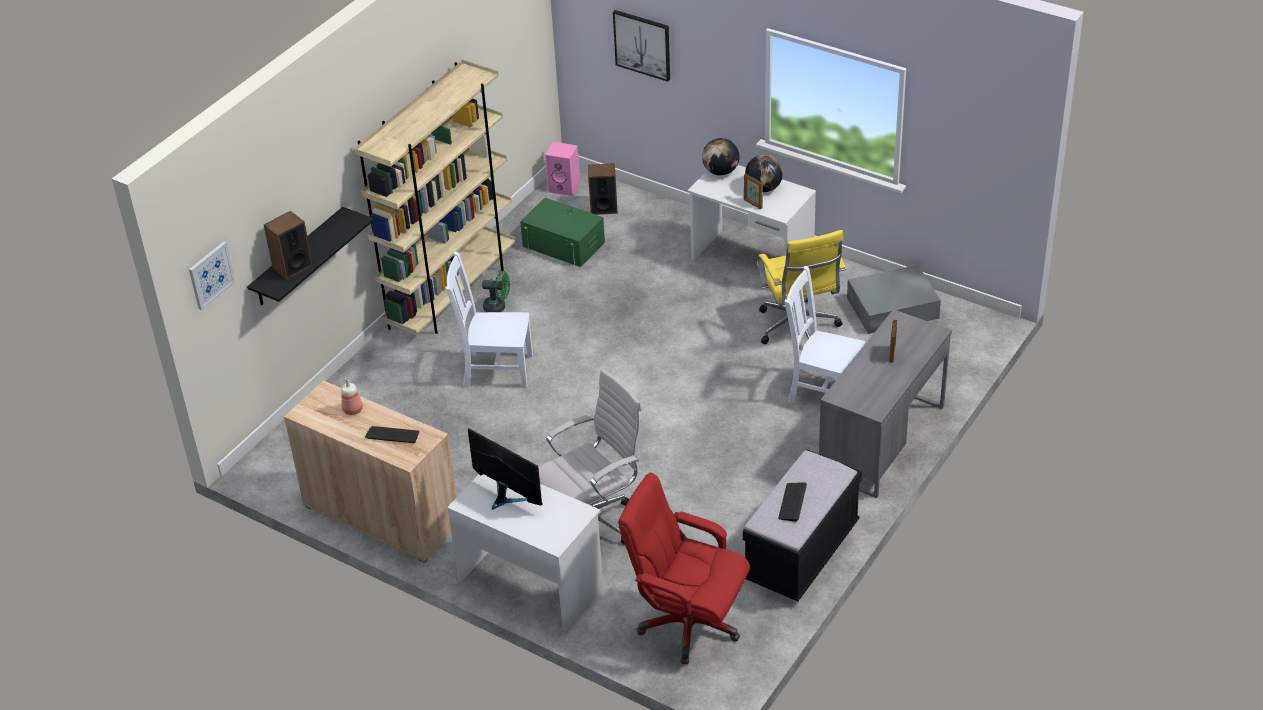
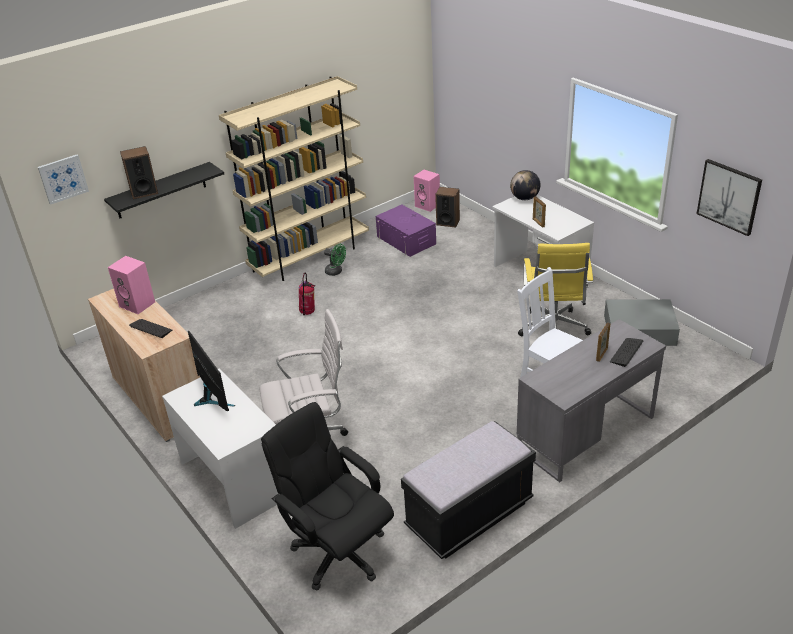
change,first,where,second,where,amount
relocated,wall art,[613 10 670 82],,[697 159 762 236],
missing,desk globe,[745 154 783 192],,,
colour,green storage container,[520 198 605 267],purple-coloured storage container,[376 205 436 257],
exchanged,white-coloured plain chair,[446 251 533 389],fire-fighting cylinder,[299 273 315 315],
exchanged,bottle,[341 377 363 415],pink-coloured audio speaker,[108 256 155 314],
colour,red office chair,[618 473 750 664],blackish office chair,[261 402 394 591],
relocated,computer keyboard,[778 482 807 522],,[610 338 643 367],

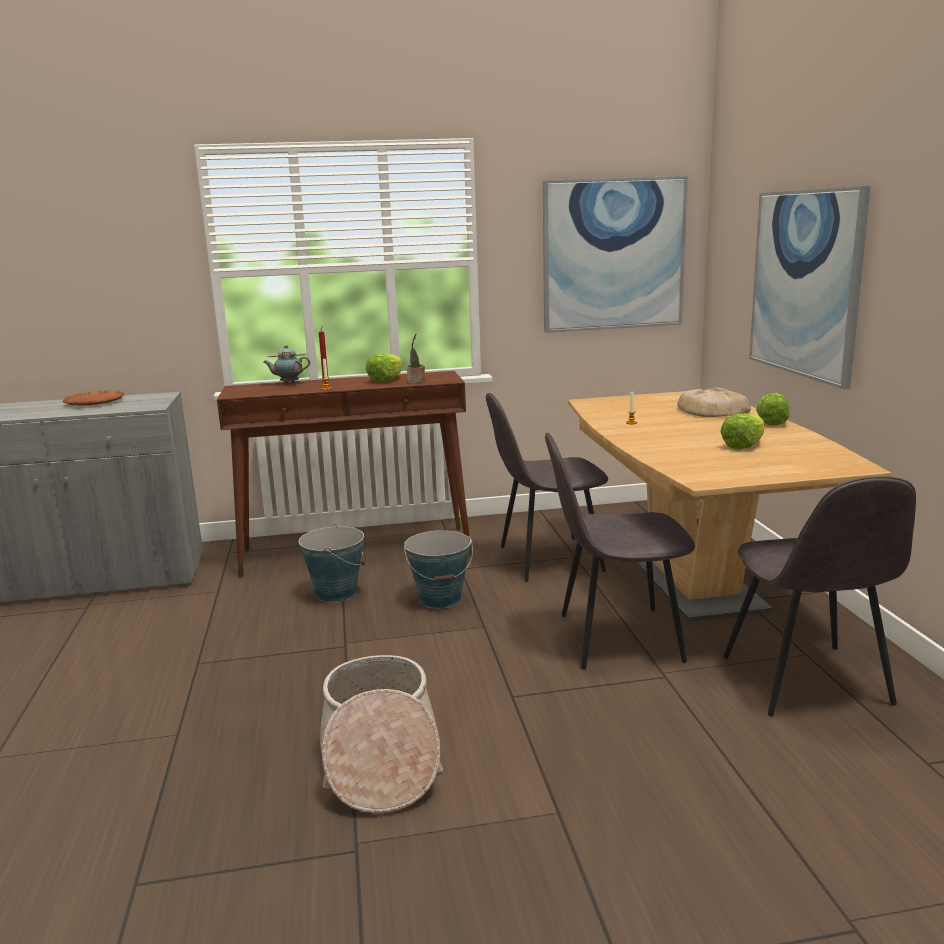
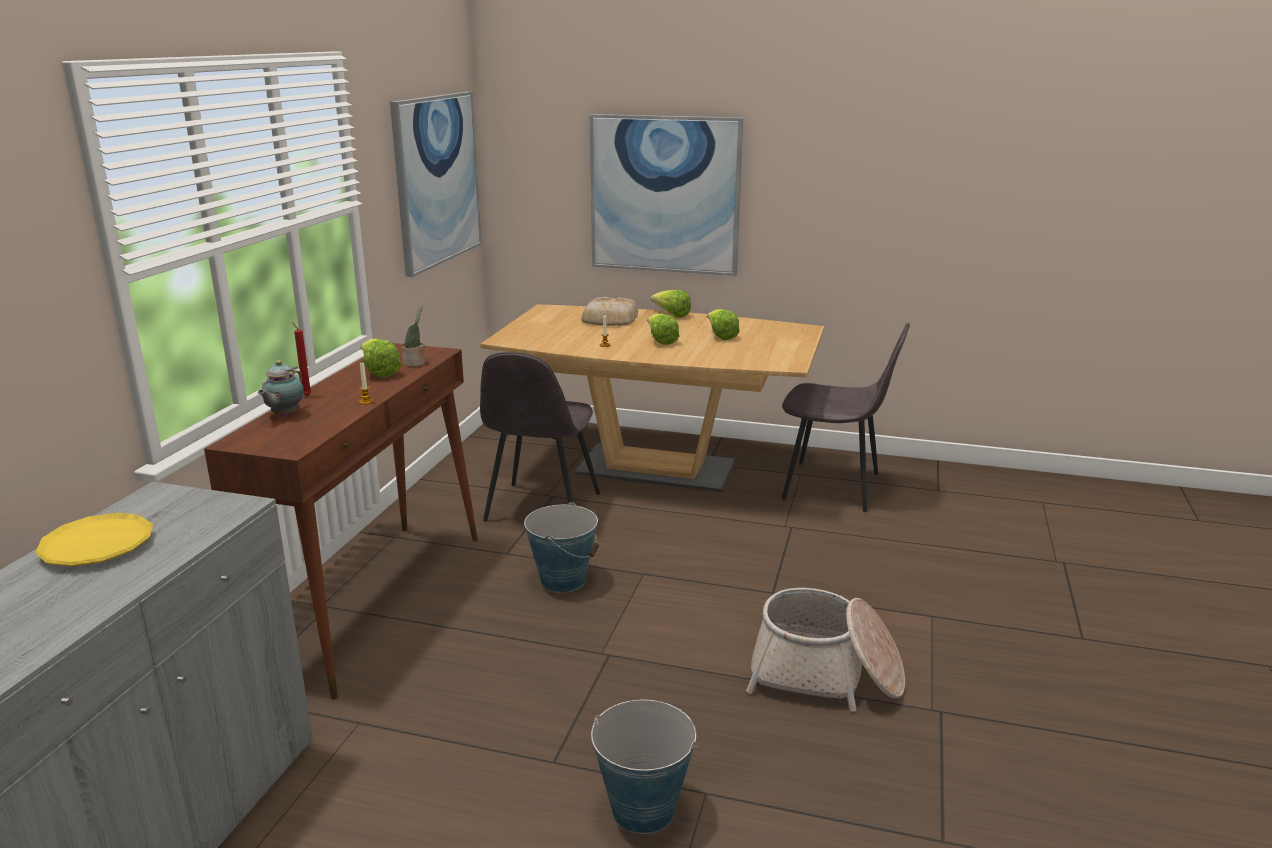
change,first,where,second,where,amount
colour,brown-coloured dinner plate,[63 390 124 406],yellow-coloured dinner plate,[35 513 153 567],
missing,gray plain chair,[545 433 695 670],,,
relocated,bucket,[299 524 366 602],,[591 700 699 834],
appeared,,,lettuce head,[647 314 679 345],

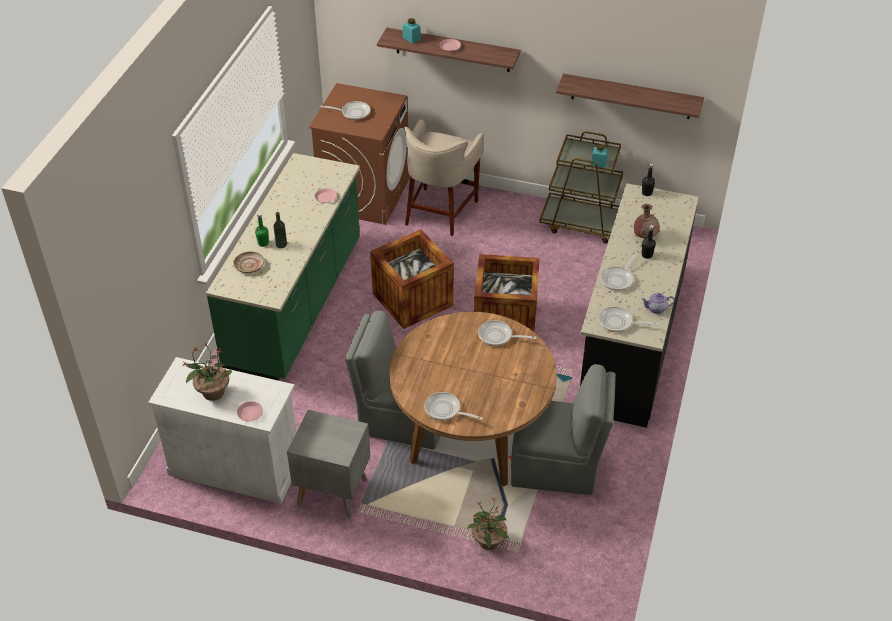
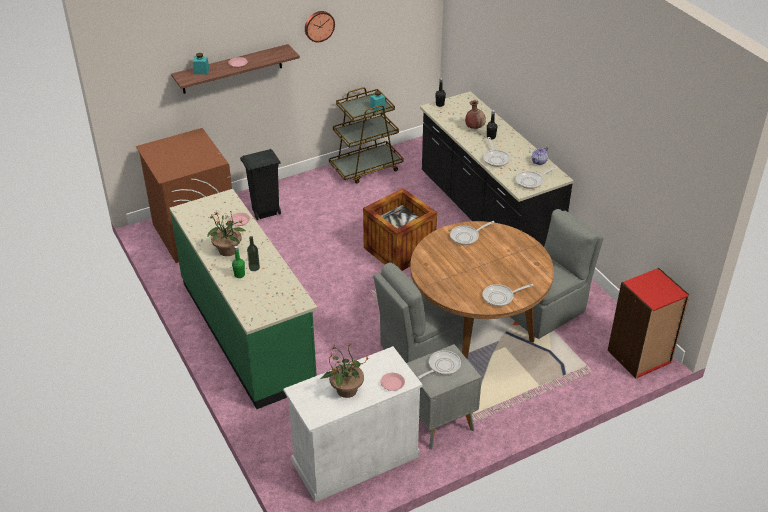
change,first,where,second,where,amount
missing,wall shelf,[556 74 704 119],,,
relocated,pan,[320 101 370 120],,[417 350 461 379],
exchanged,sand-coloured stool,[405 119 484 236],blackish trash can,[240 149 281 220],
missing,packing crate,[370 229 454 329],,,
missing,sand-coloured dinner plate,[233 251 264 273],,,
relocated,potted plant,[467 497 509 550],,[207 211 246 256],
appeared,,,clock on the wall,[305 11 335 42],
appeared,,,red shelving unit,[608 268 690 379],

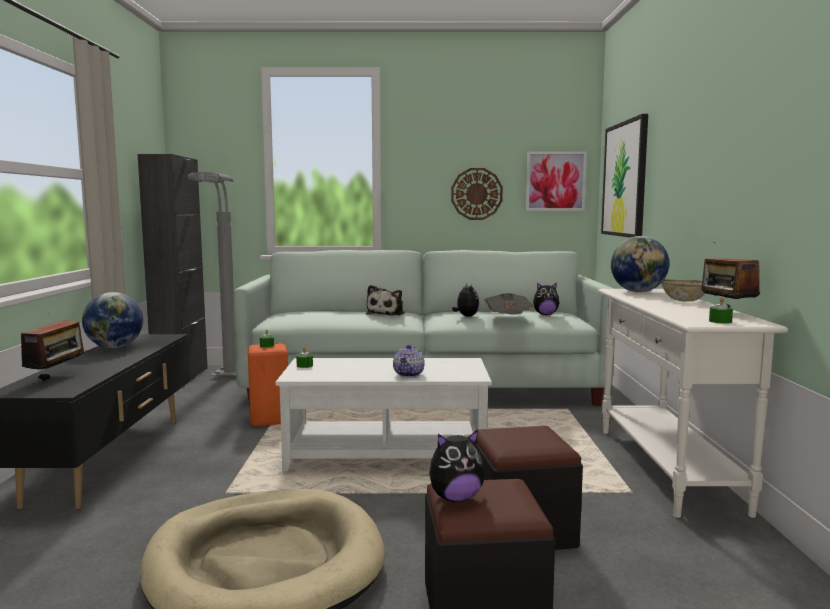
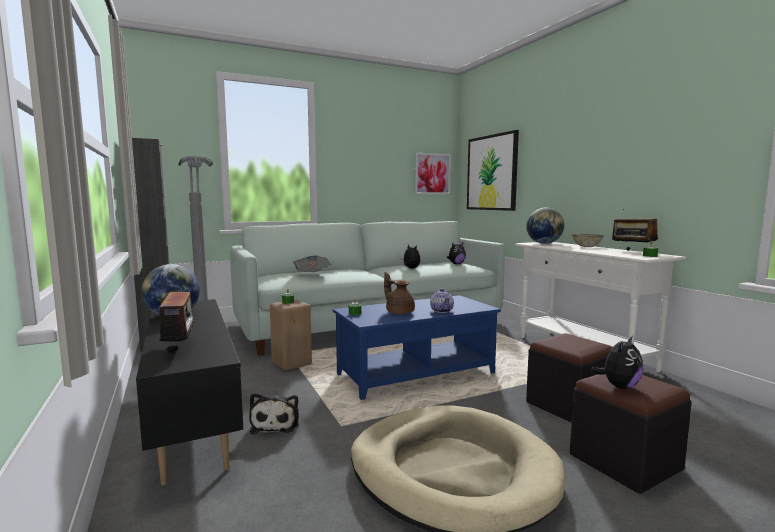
change,first,where,second,where,amount
missing,clock on the wall,[451 168 503 220],,,
relocated,soft toy,[366 285 405 316],,[249 393 299 434],
relocated,newspaper,[484 293 533 315],,[293 255 331 272],
colour,orange stool,[248 343 288 426],sand-coloured stool,[270 300 312 370],
colour,white-coloured lounge table,[276 358 492 471],blue lounge table,[333 295 501 400],
appeared,,,brown-coloured pot for tea,[384 272 415 314],

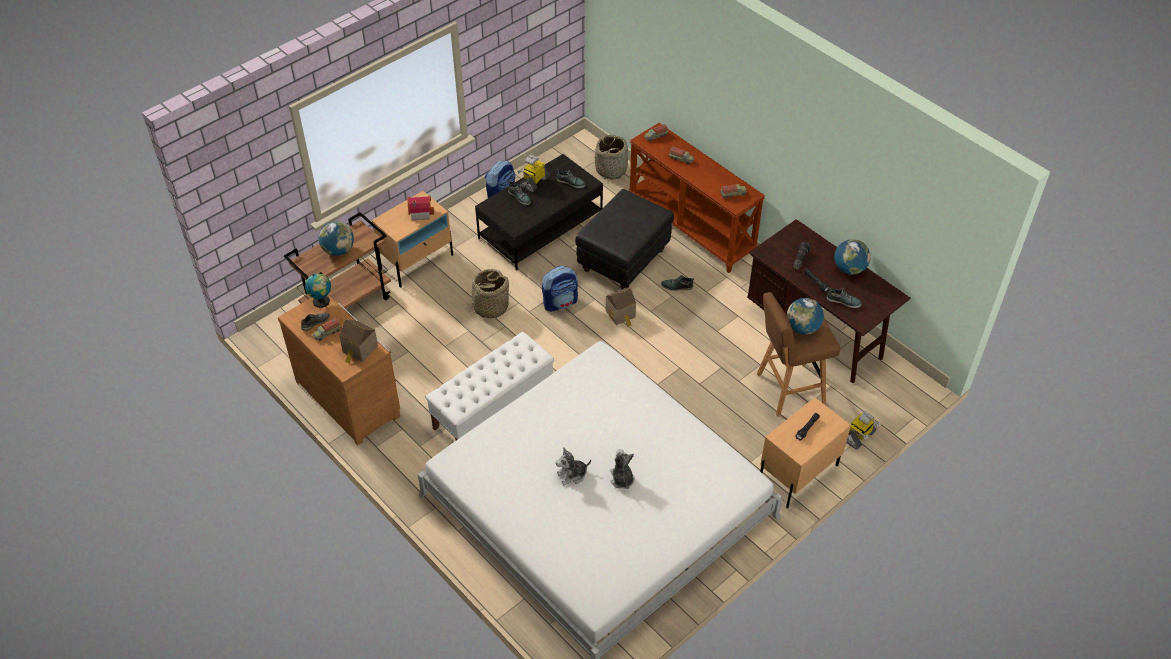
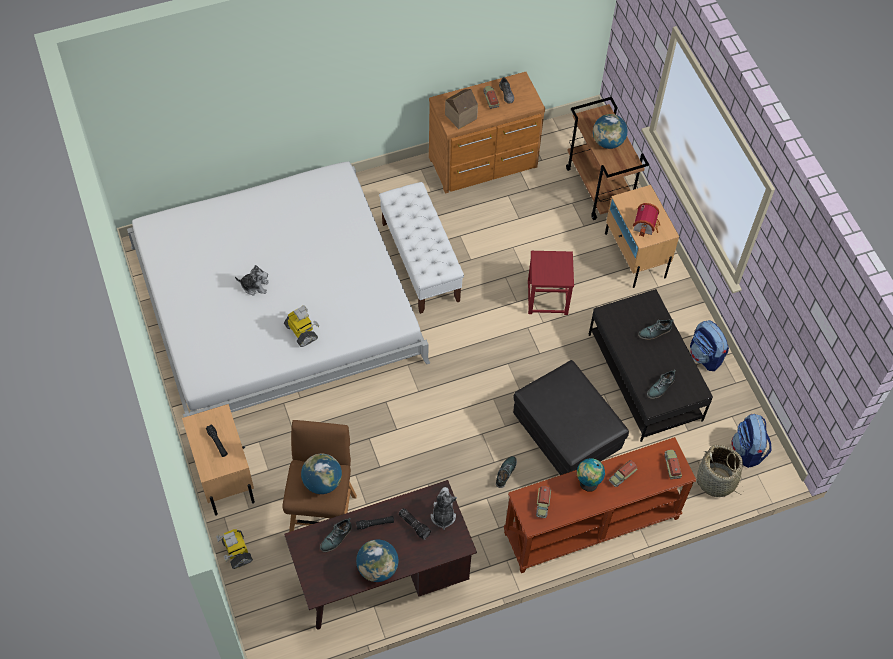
change,first,where,second,where,amount
relocated,robot figure,[518 155 550 192],,[284 305 319 347],
relocated,backpack,[542 266 578 312],,[731 414 772 468],
exchanged,basket,[467 269 509 318],red stool,[528 251 574 315],
relocated,desk globe,[305 273 331 308],,[577 458 605 492],
missing,miniature house,[606 288 636 327],,,
relocated,soft toy,[555 448 591 486],,[431 487 457 530],

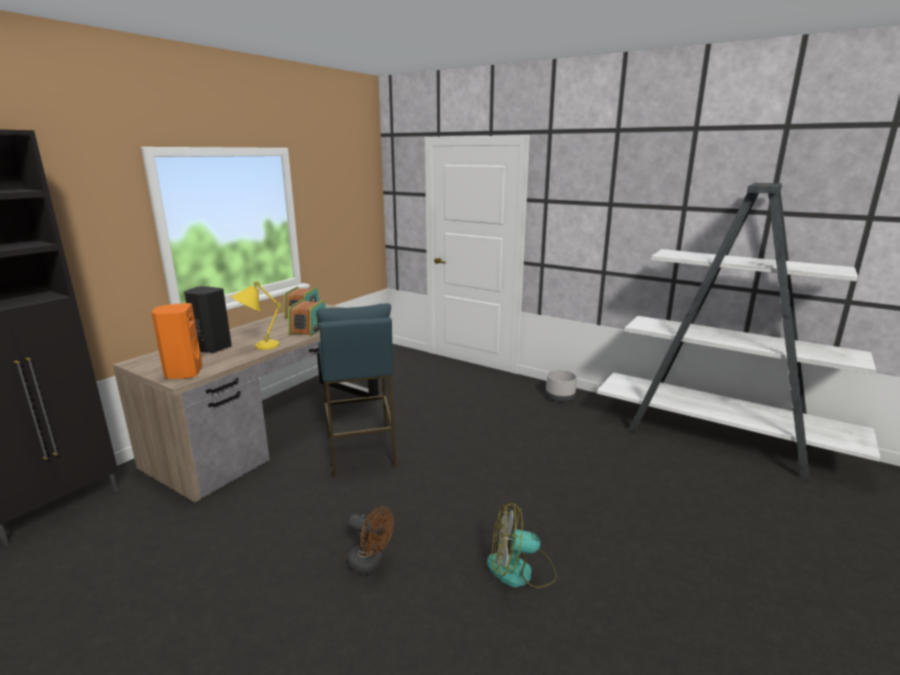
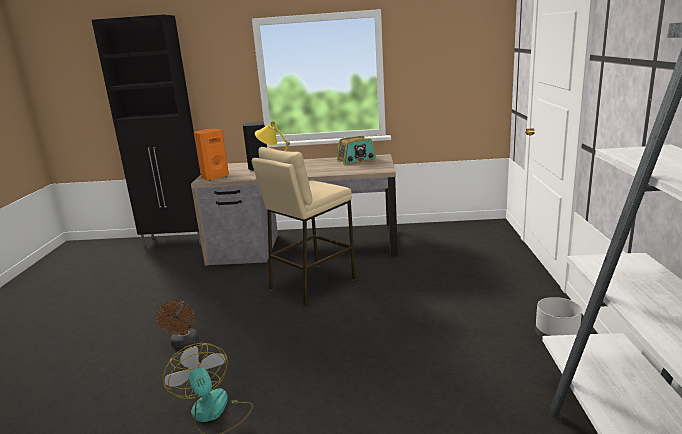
change,first,where,second,where,amount
missing,radio set,[288 299 326 337],,,
colour,blue stool,[317 303 397 477],sand-coloured stool,[252 147 356 306],

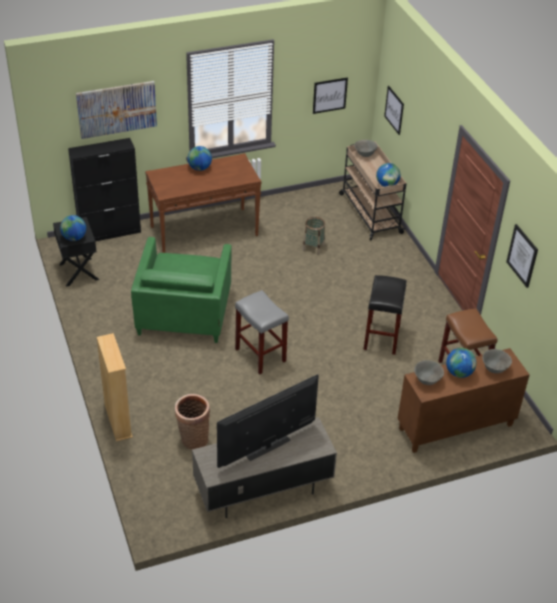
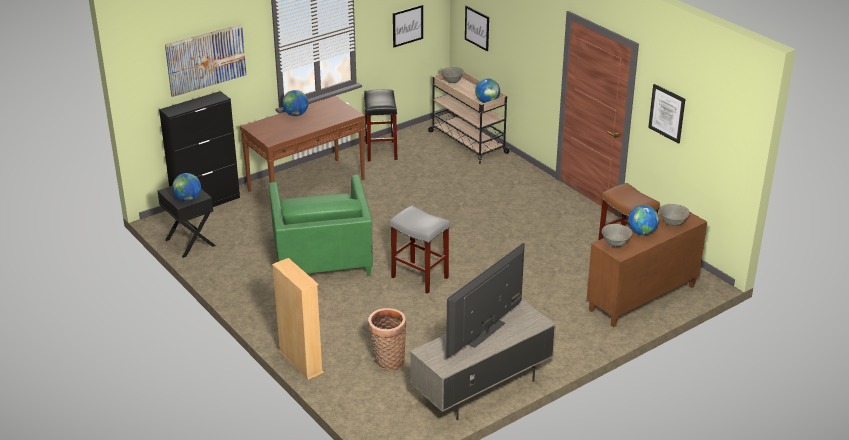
change,first,where,second,where,amount
missing,basket,[302 217 325 255],,,
relocated,blackish stool,[364 275 406 355],,[364 89 398 161],

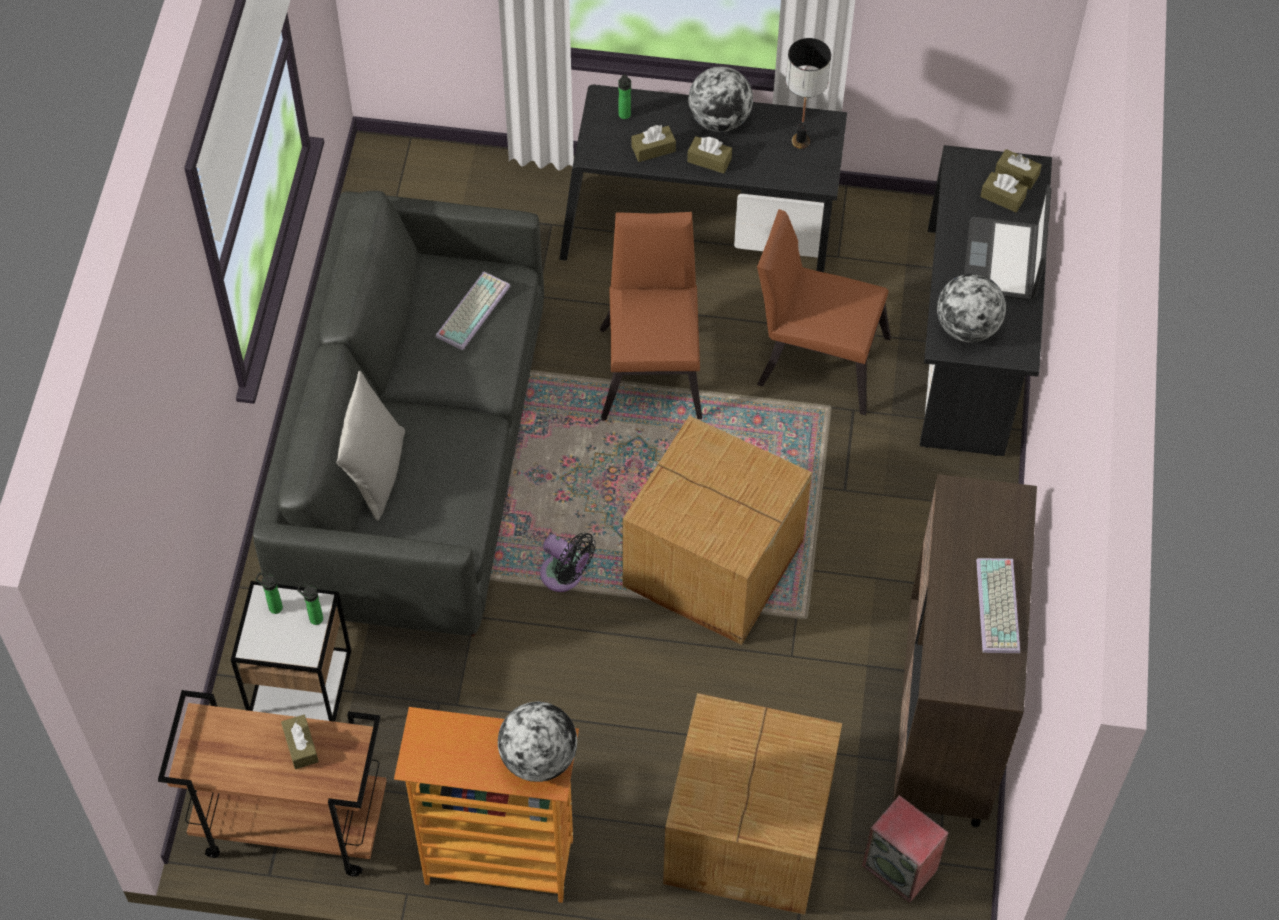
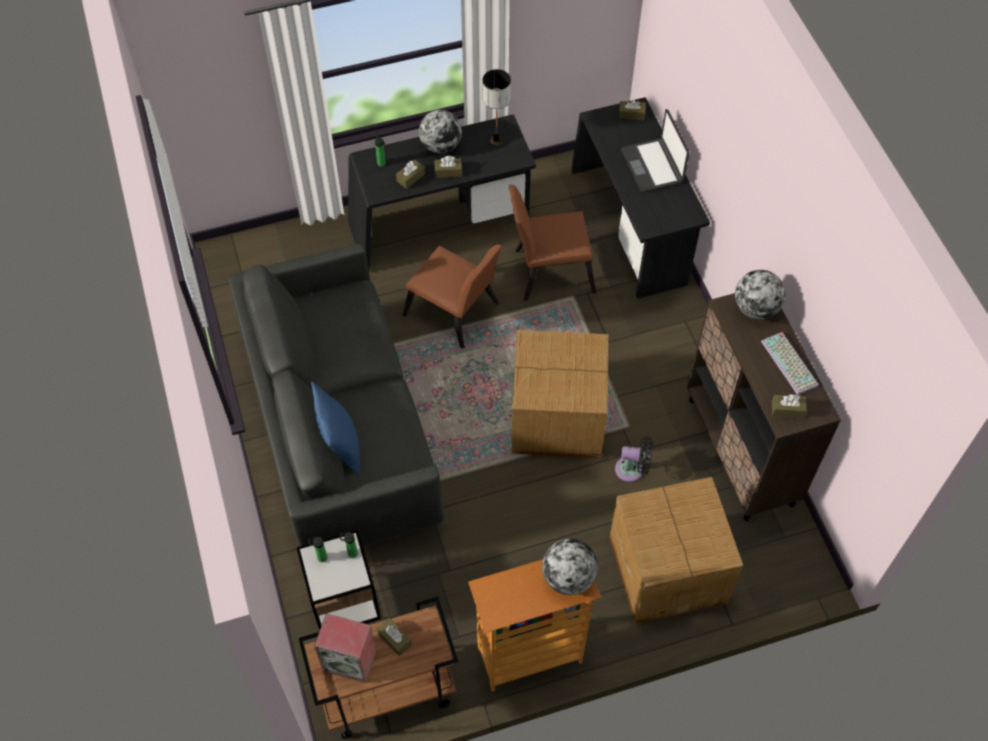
change,first,where,second,where,amount
relocated,brown-coloured box of tissues,[980 172 1028 212],,[772 394 807 418],
spun,brown-coloured plain chair,[600 212 702 421],,[402 244 502 349],150 degrees clockwise
missing,computer keyboard,[436 272 510 350],,,
relocated,desk globe,[937 274 1006 343],,[735 270 786 320],
colour,gray cushion,[336 371 405 521],blue cushion,[311 382 360 474],
relocated,blackish fan,[540 532 596 592],,[615 436 653 482],
relocated,audio speaker,[862 795 949 903],,[314 613 377 683],

